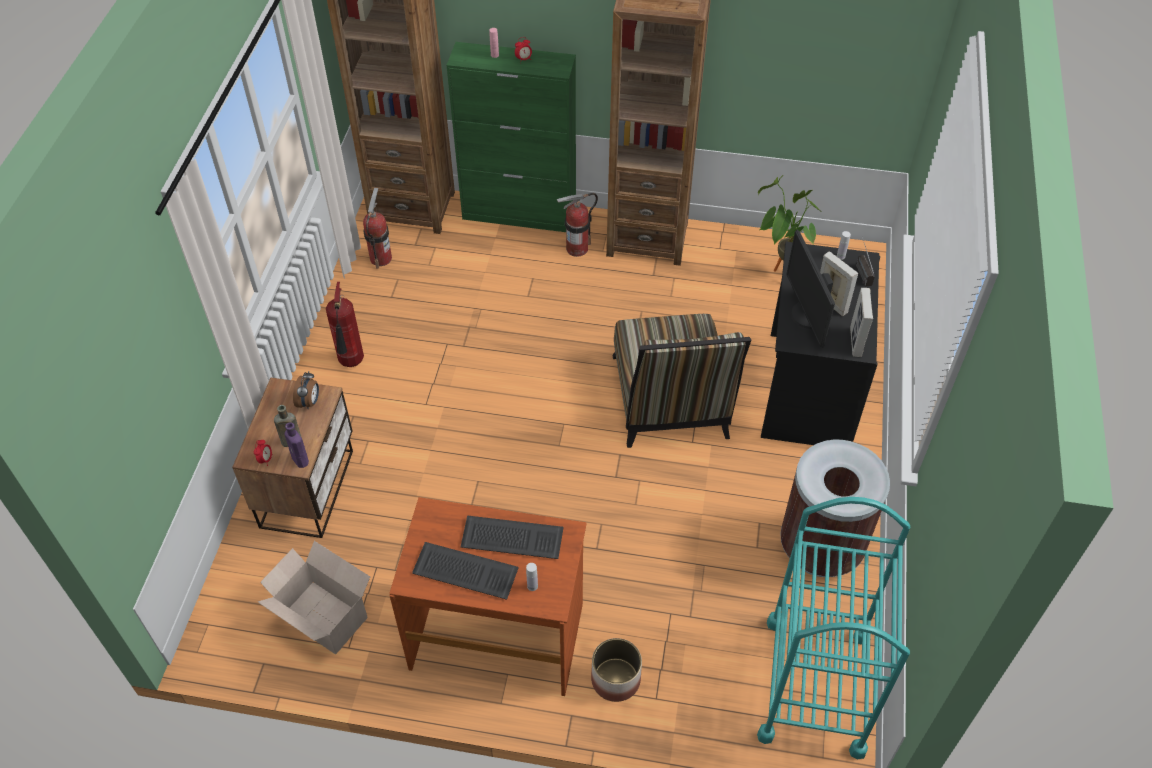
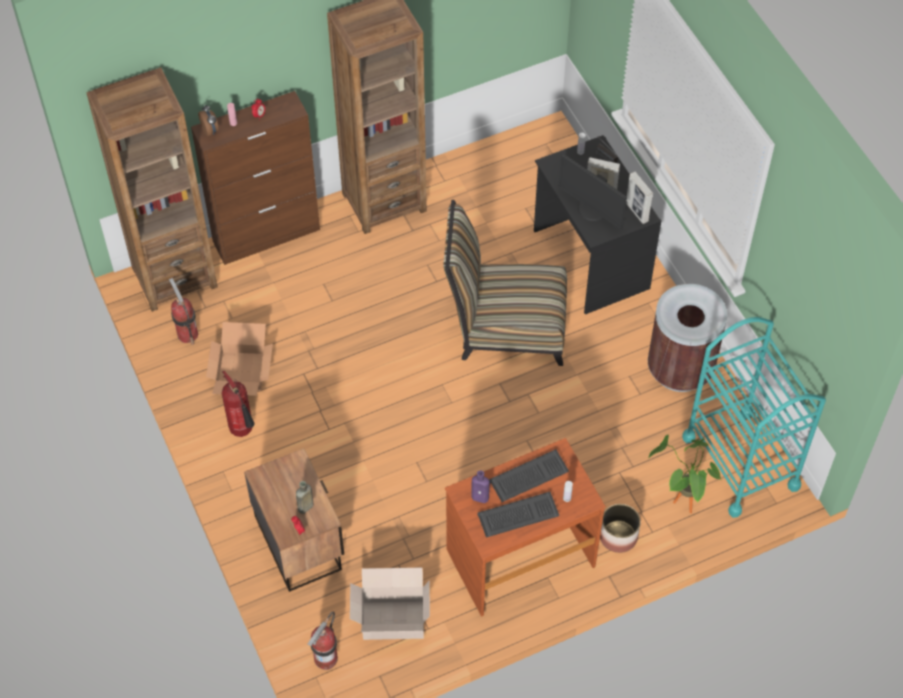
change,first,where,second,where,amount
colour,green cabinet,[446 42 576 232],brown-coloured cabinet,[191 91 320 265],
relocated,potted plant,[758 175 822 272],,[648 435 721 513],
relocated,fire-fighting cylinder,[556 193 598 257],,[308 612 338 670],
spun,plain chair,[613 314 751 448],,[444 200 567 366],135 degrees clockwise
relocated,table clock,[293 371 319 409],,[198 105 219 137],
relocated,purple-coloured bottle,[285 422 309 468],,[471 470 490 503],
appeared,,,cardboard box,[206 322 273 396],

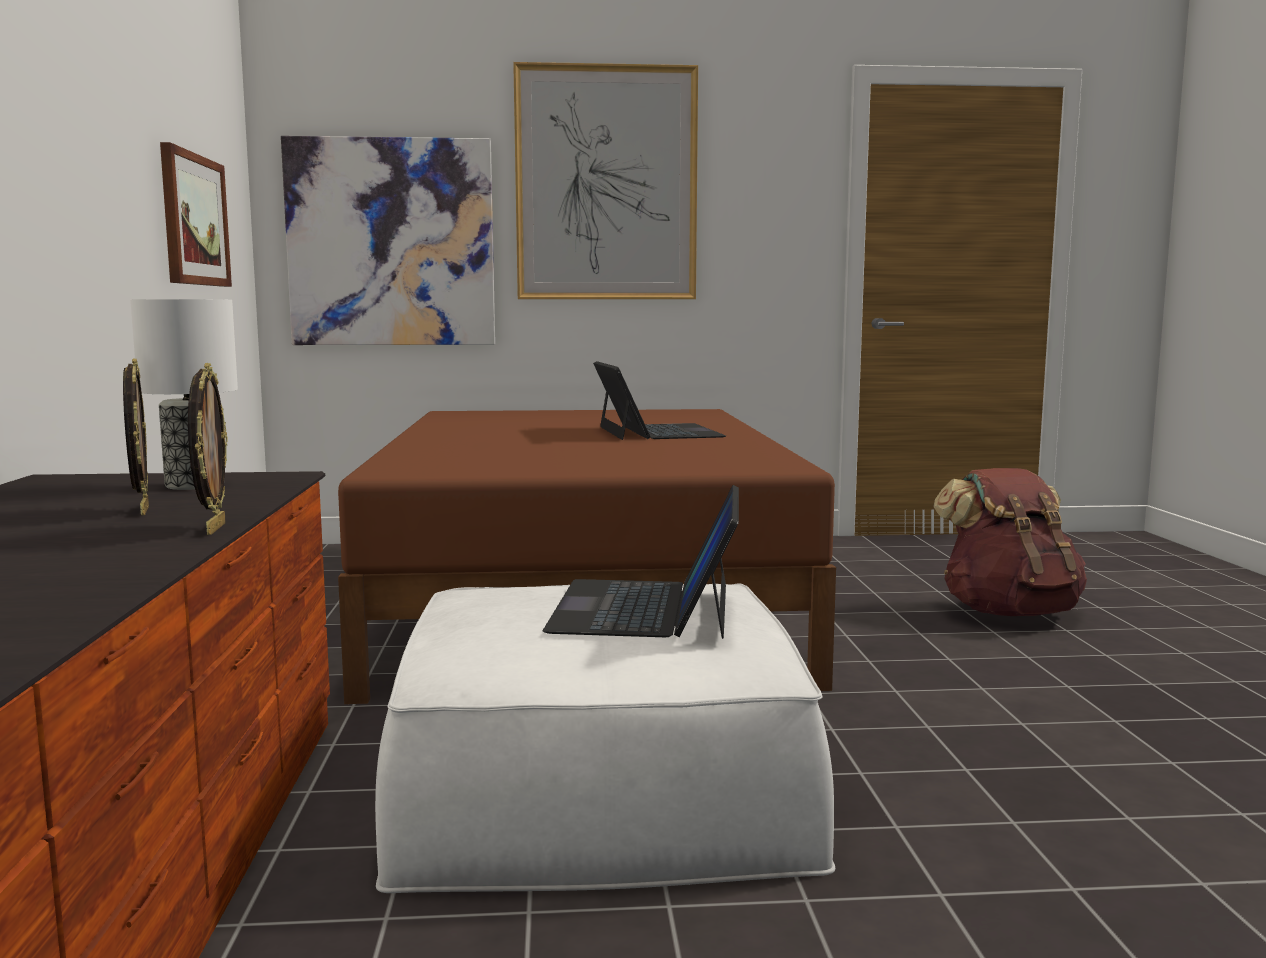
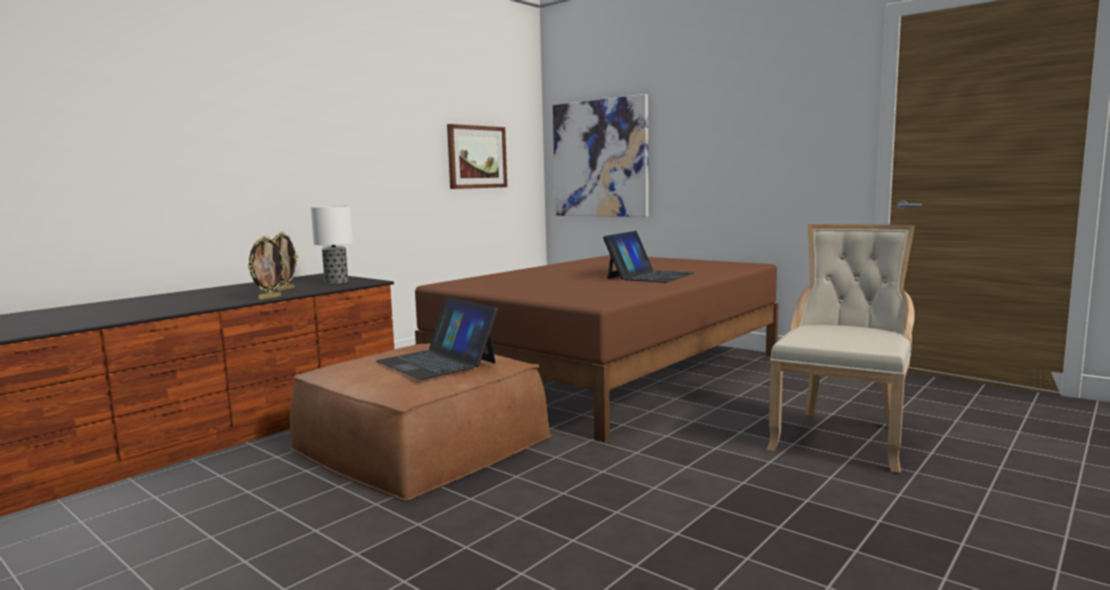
change,first,where,second,where,amount
missing,wall art,[513 62 698 299],,,
exchanged,brown-coloured backpack,[933 468 1087 616],sand-coloured plain chair,[766 224 915 473],
spun,portable computer,[543 485 739 639],,[376 297 498 380],90 degrees counterclockwise
colour,white-coloured footrest,[375 583 835 893],brown-coloured footrest,[290 343 552 501],

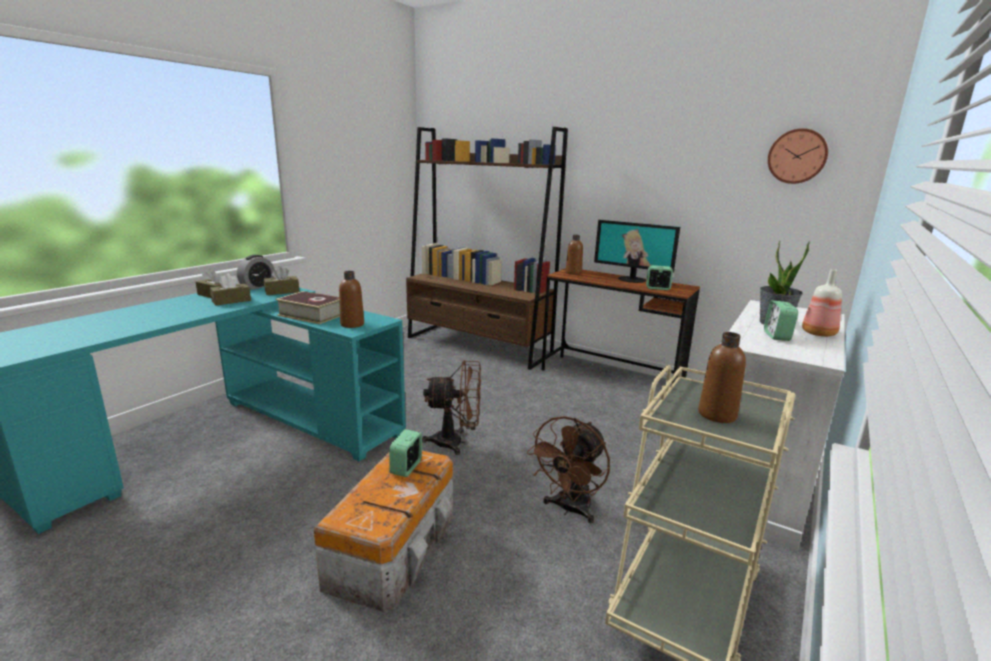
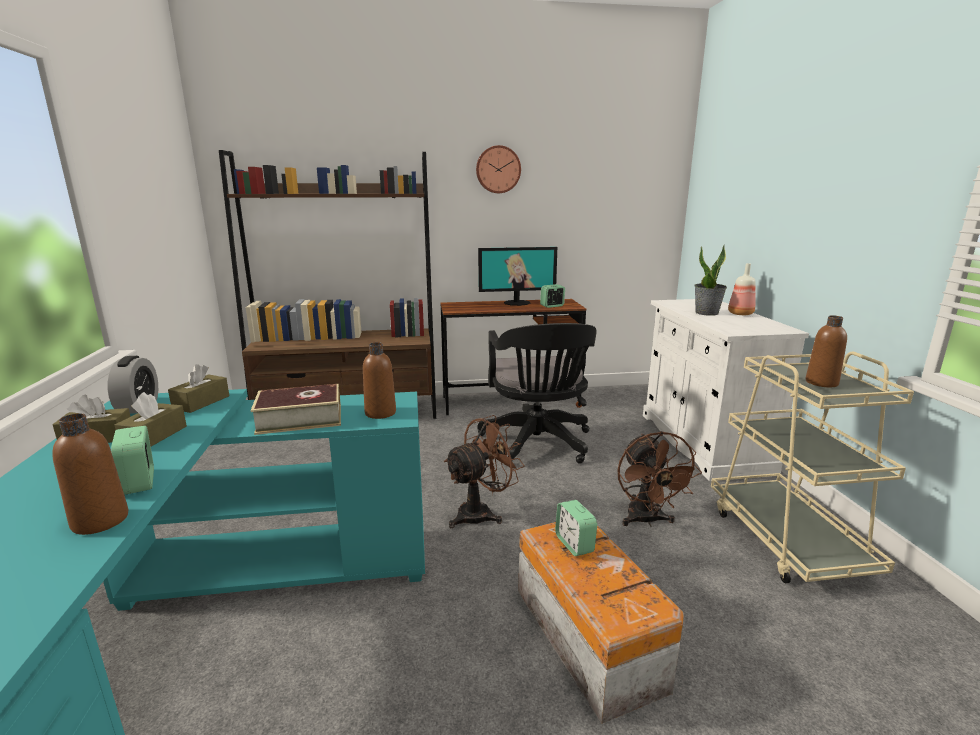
change,first,where,second,where,amount
relocated,clock on the wall,[768 128 828 184],,[476 145 521 193],
relocated,brown-coloured bottle,[566 235 583 275],,[52 413 128 535],
relocated,table clock,[764 300 798 341],,[111 426 154 495],
appeared,,,blackish office chair,[477 323 597 466],

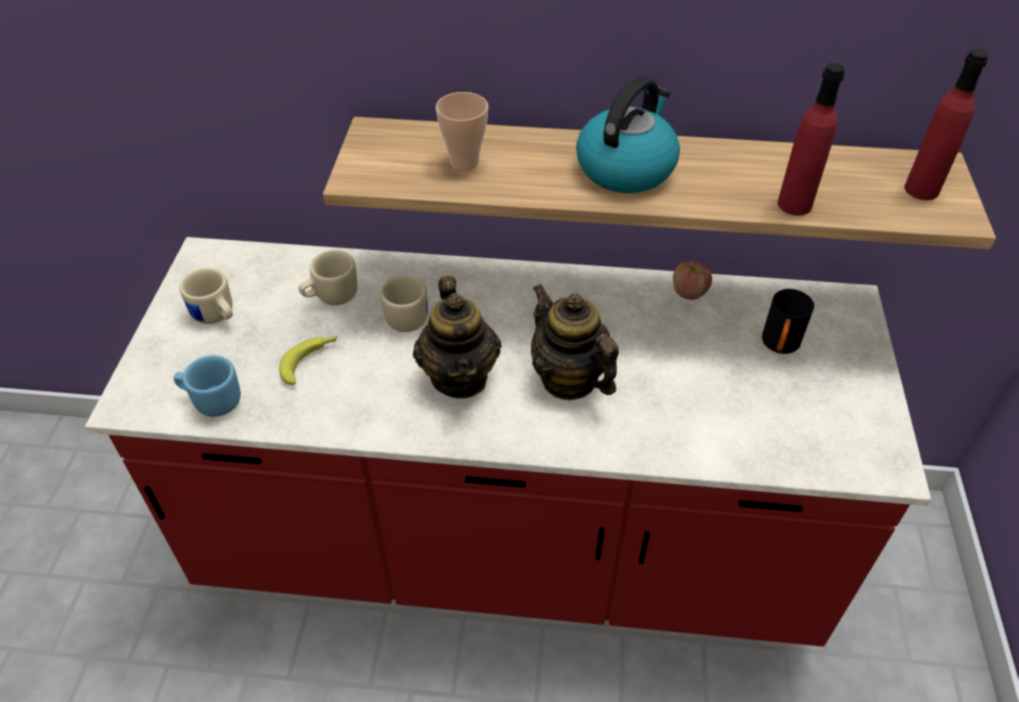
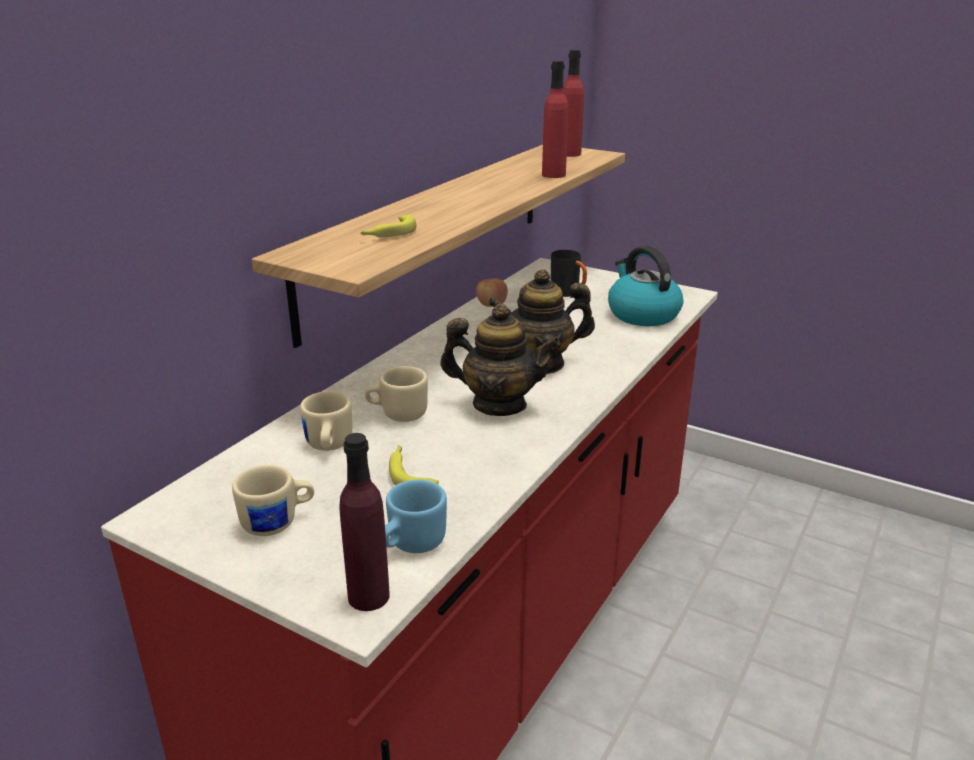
change,first,where,second,where,amount
relocated,tea kettle,[576 76 680 193],,[608 246 683 326],
exchanged,drinking cup,[436 92 488 171],banana fruit,[360 215 416 237],
appeared,,,purple-coloured bottle,[339 433 390 611],

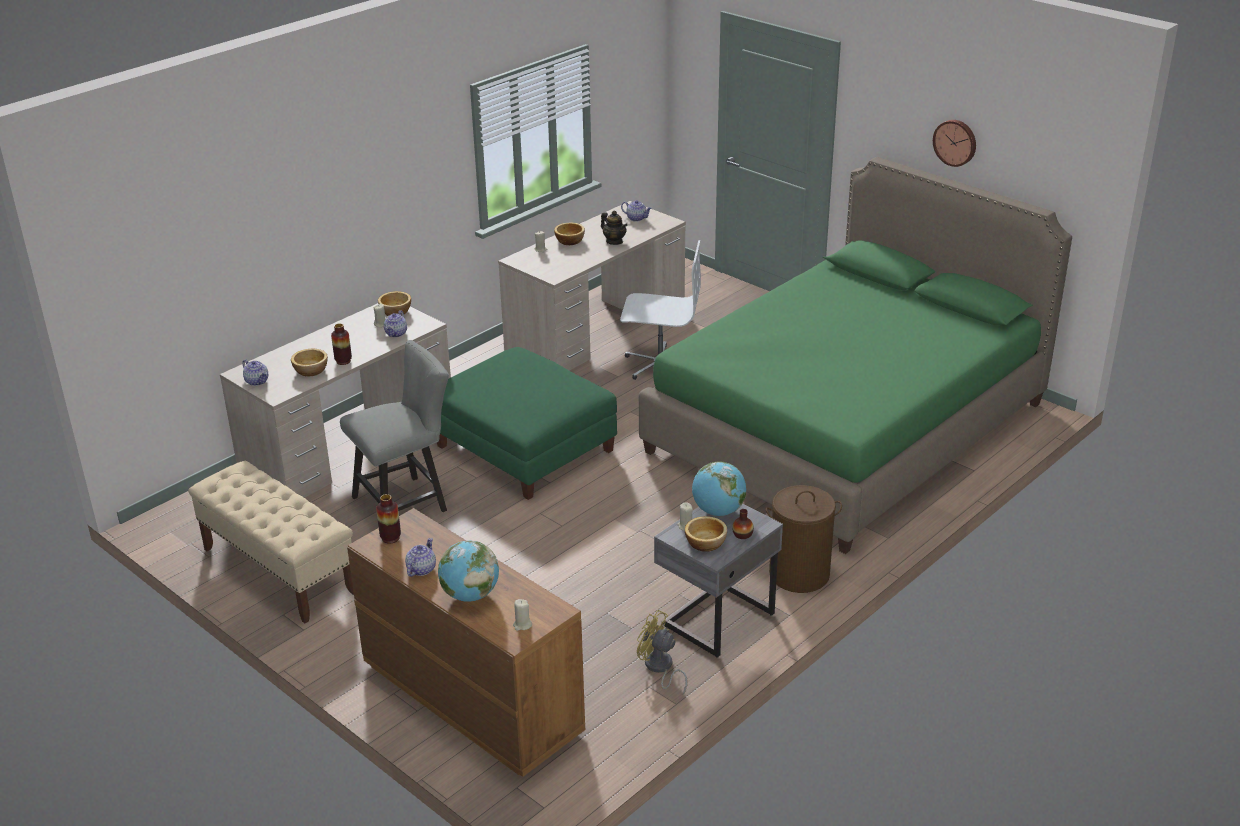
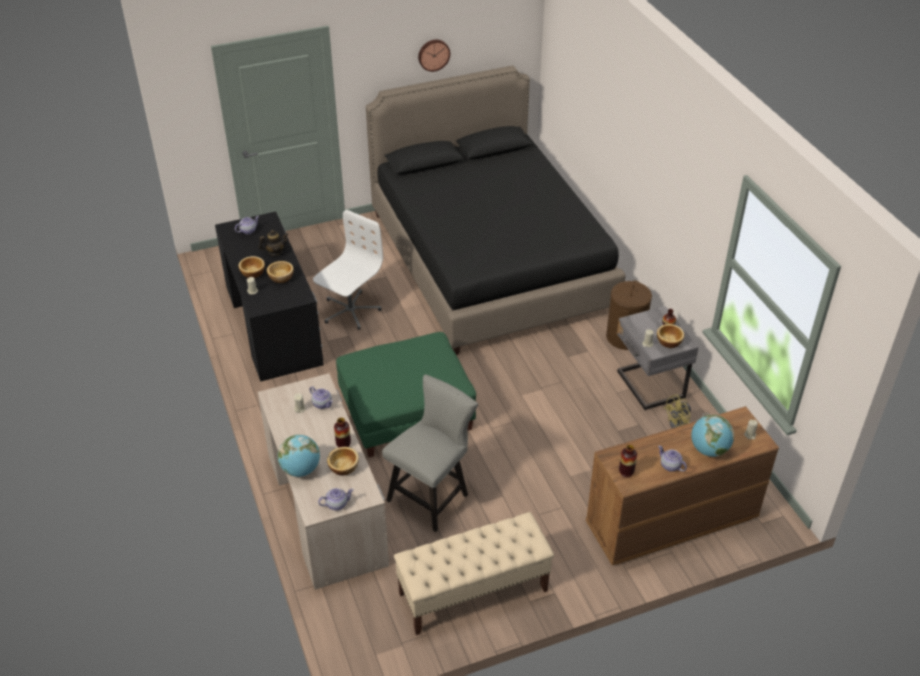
change,first,where,second,where,amount
colour,green sleeping bed,[639 157 1072 554],blackish sleeping bed,[366 66 625 355],
colour,sand-coloured desk,[498 201 686 371],blackish desk,[215 212 324 382],
relocated,serving bowl,[378 291 411 316],,[267 261 294 283],
spun,gray plain chair,[340 340 449 512],,[382 374 478 532],45 degrees clockwise
relocated,desk globe,[692 462 746 516],,[278 435 320 477],

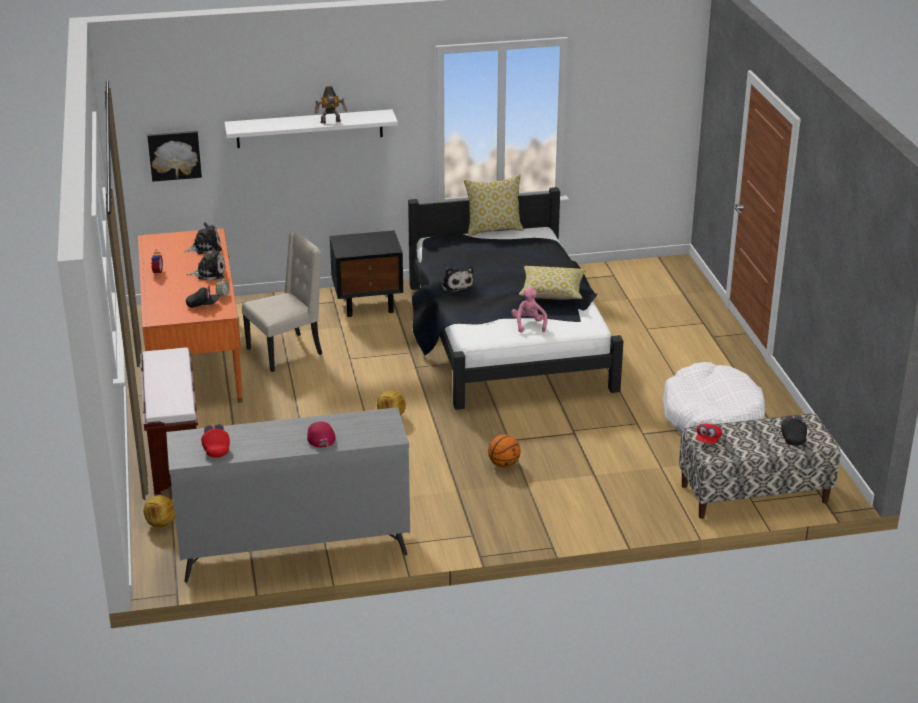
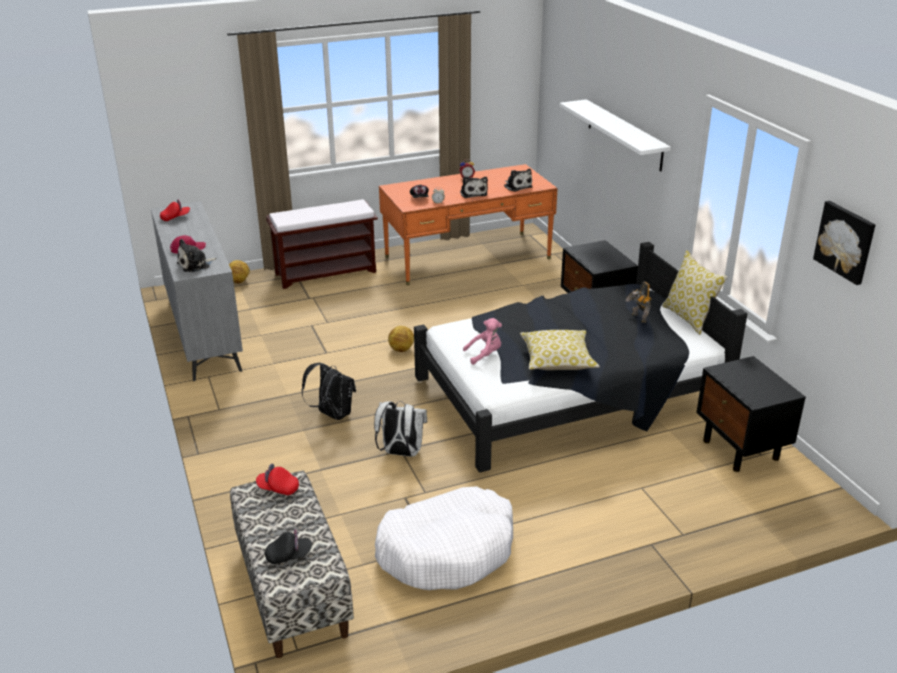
change,first,where,second,where,amount
relocated,robot figure,[315 86 347 124],,[626 282 652 323],
relocated,wall art,[147 131 202 182],,[813 201 875 285],
missing,sand-coloured plain chair,[242 231 322 372],,,
relocated,soft toy,[440 266 474 293],,[177 239 217 272],
exchanged,basketball ball,[488 435 521 468],blackish backpack,[301 363 356 420],
appeared,,,blackish nightstand,[696 356 806 472],
appeared,,,white-coloured backpack,[374 401 427 457],

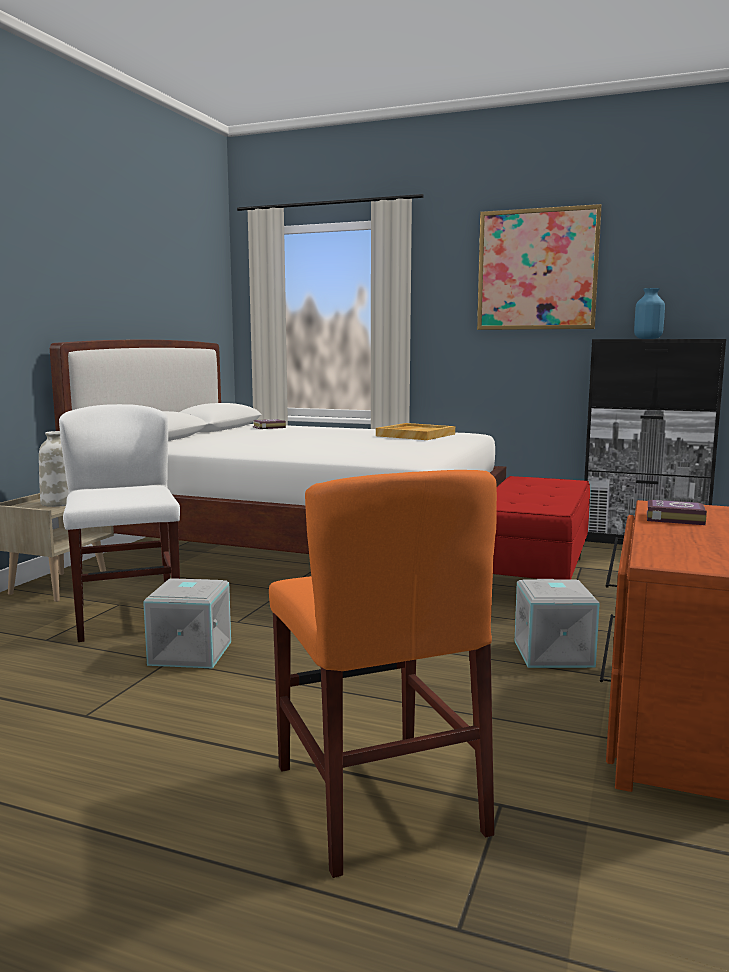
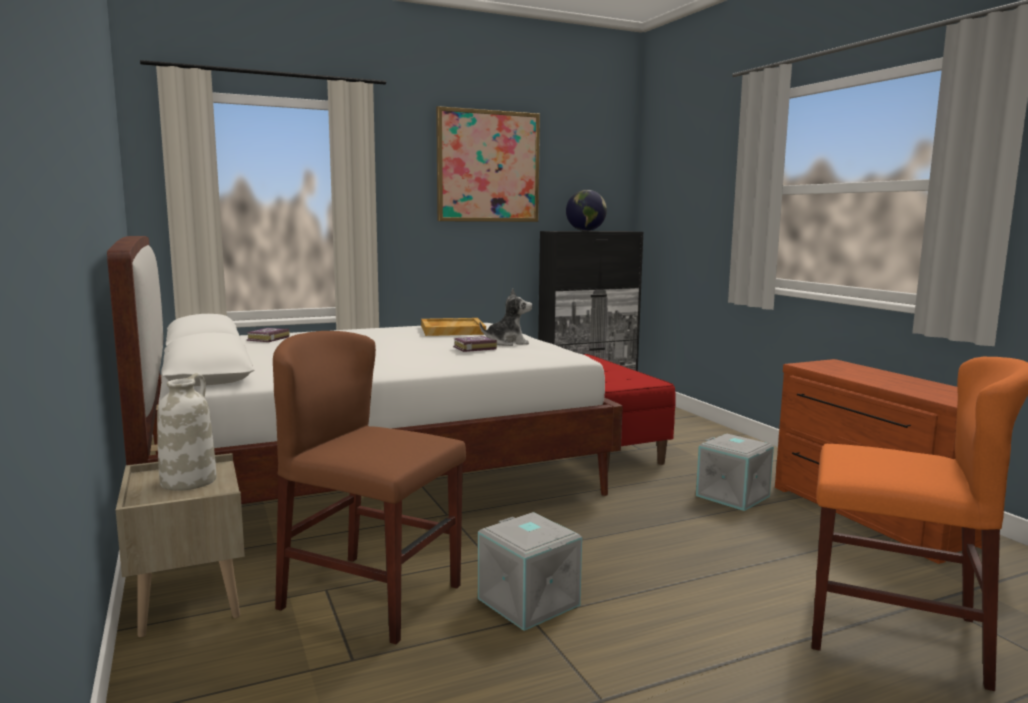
change,first,where,second,where,amount
exchanged,blue decorative vase,[634 288 665 339],desk globe,[566 190 607 231],
colour,white-coloured plain chair,[59 404 180 642],brown-coloured plain chair,[273 331 466 644],
relocated,bound book,[647 500 707 525],,[453 336 497 352],
appeared,,,soft toy,[480 289 532 346],

